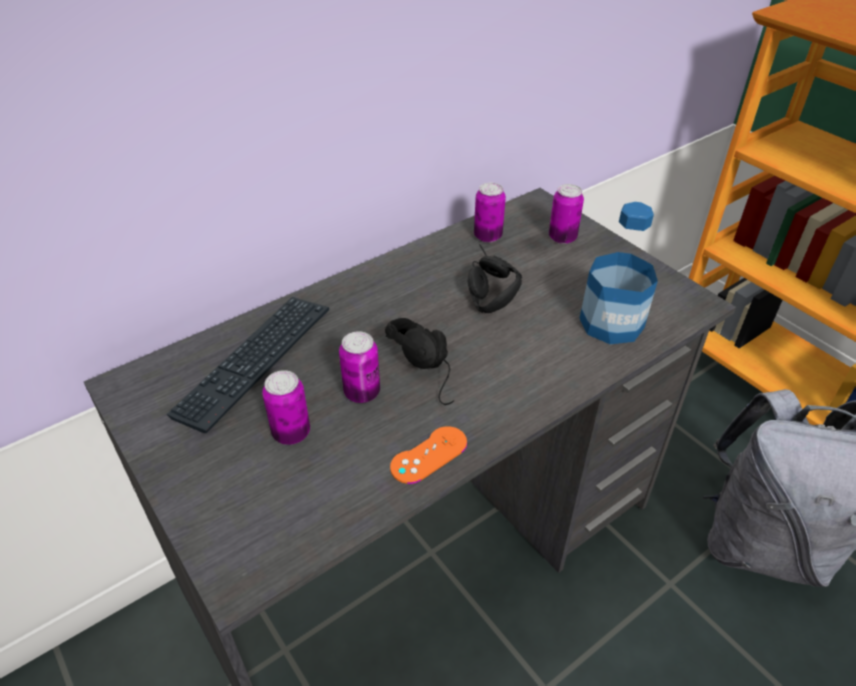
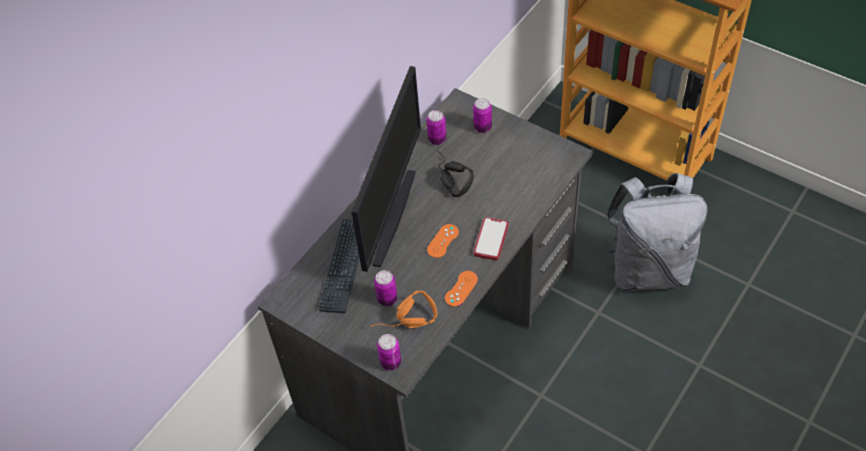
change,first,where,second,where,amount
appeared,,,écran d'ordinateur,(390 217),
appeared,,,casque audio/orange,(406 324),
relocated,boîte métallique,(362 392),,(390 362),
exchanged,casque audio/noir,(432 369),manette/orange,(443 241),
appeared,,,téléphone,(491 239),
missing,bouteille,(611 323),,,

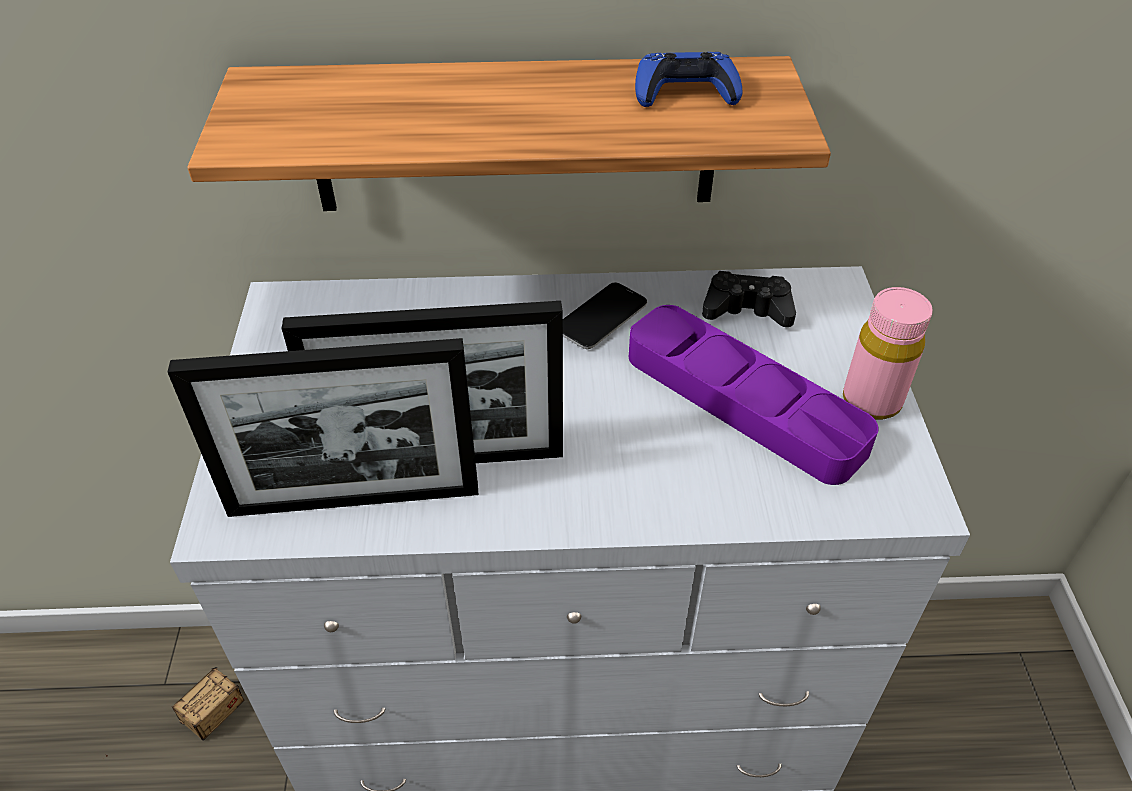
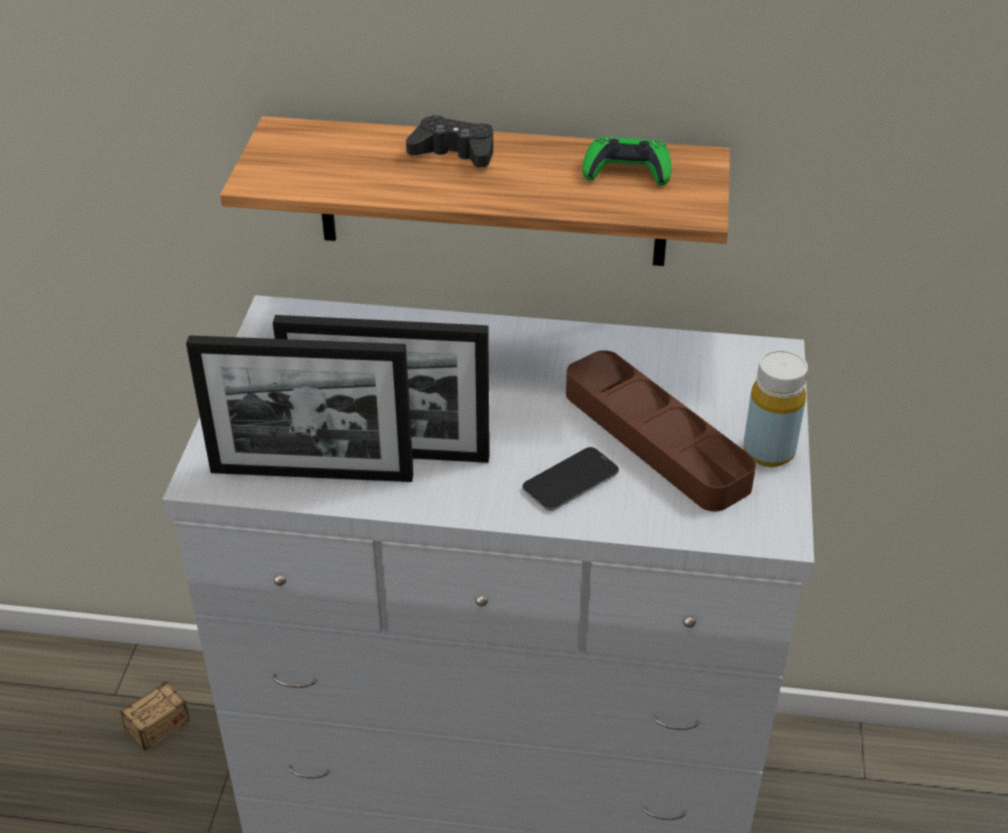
change,first,where,second,where,amount
relocated,manette/noir,(747 309),,(454 152),
relocated,téléphone,(601 317),,(570 481),
colour,plateau/violet,(743 401),plateau/marron,(655 438),
colour,manette/bleu,(685 92),manette/vert,(627 171),
colour,bouteille/rose,(871 401),bouteille/jaune,(768 451),

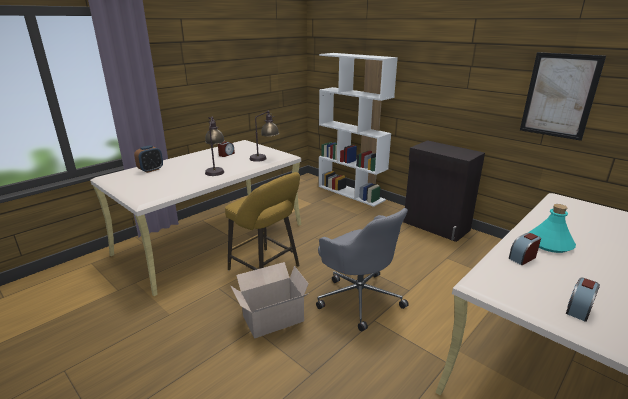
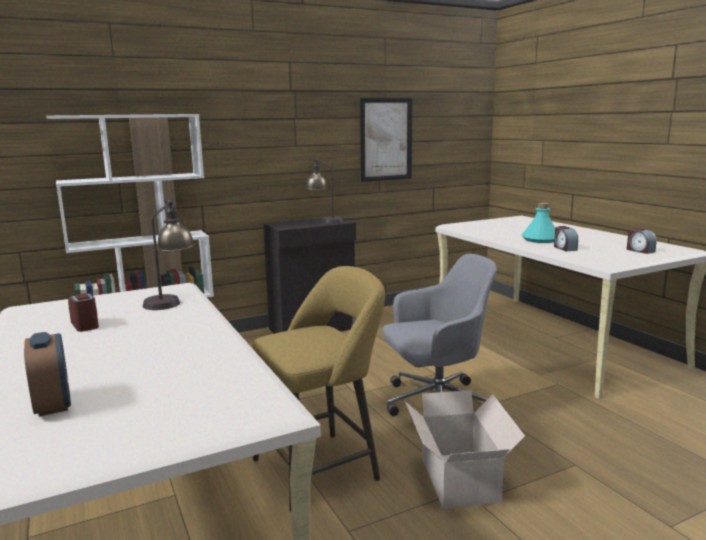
change,first,where,second,where,amount
relocated,lampe de table,(216 170),,(324 221),

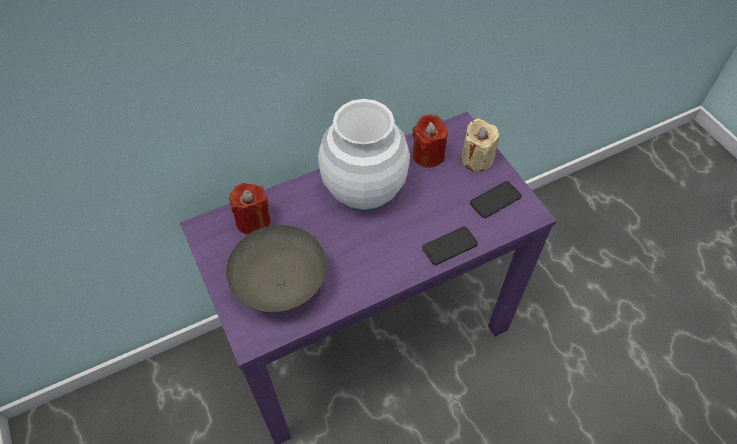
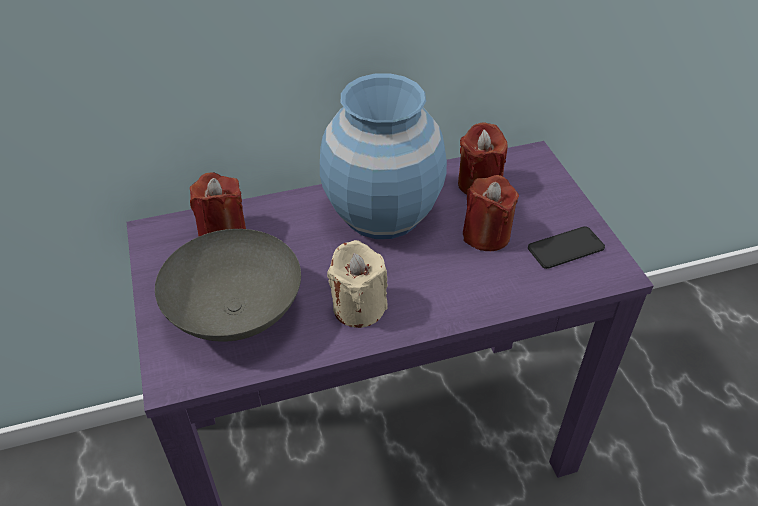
change,first,where,second,where,amount
colour,vase/blanc,(364 188),vase/bleu,(382 212),
relocated,bougie/beige,(477 159),,(358 307),
appeared,,,bougie/rouge,(486 235),
missing,téléphone,(449 246),,,

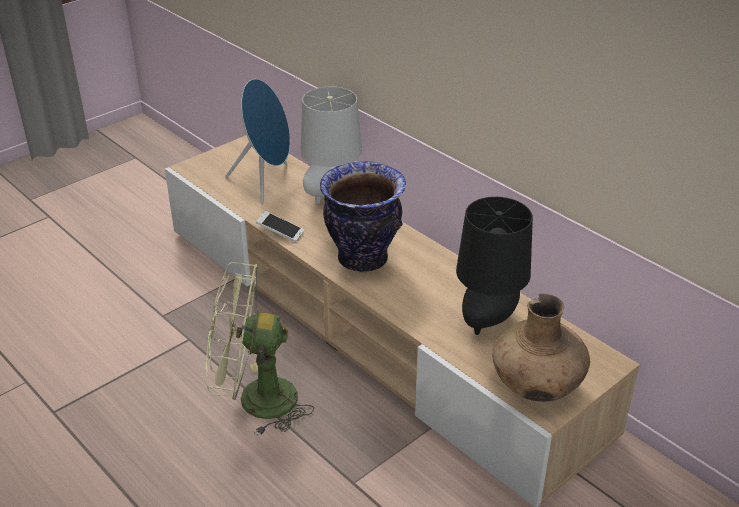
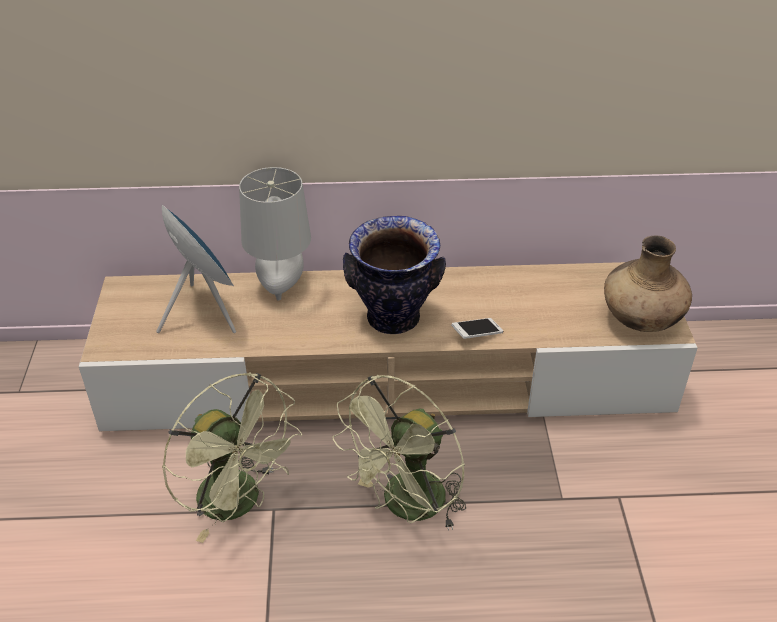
change,first,where,second,where,amount
appeared,,,ventilateur/vert,(240 503),
relocated,téléphone,(280 232),,(477 334),
missing,lampe de table/noir,(488 322),,,

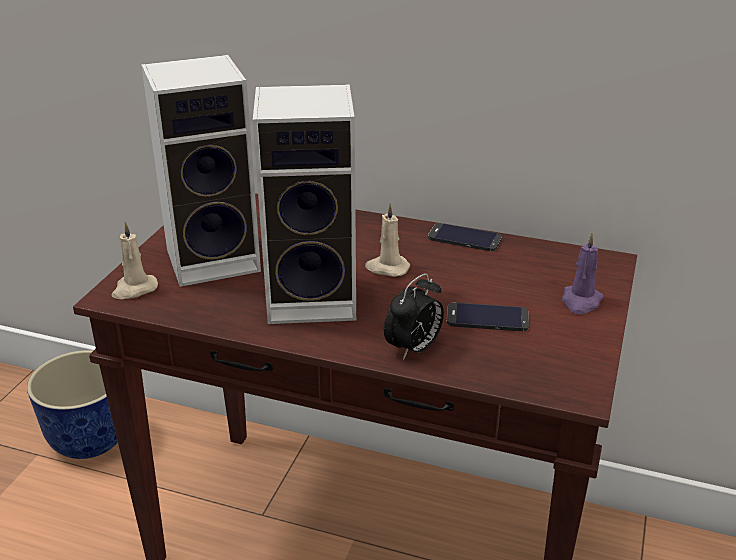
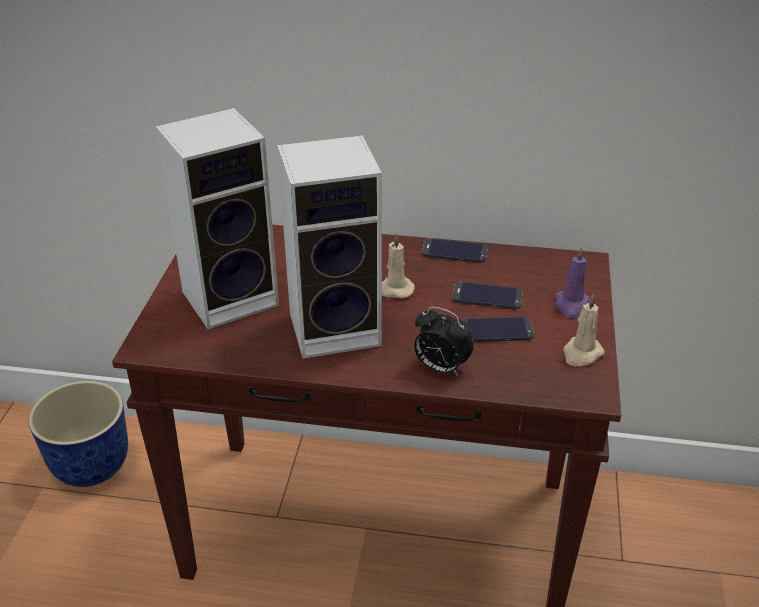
change,first,where,second,where,amount
spun,réveil,(413 349),,(440 368),90 degrees clockwise
appeared,,,téléphone,(487 296),
relocated,bougie/beige,(134 289),,(581 354),

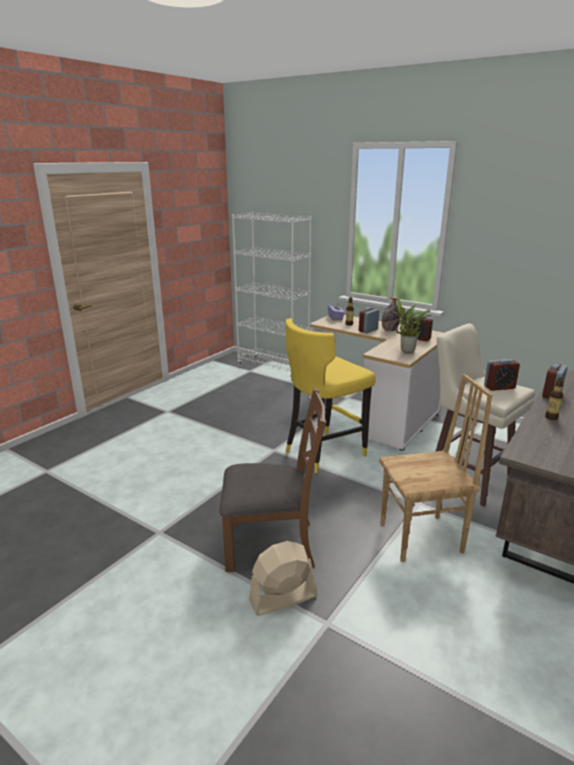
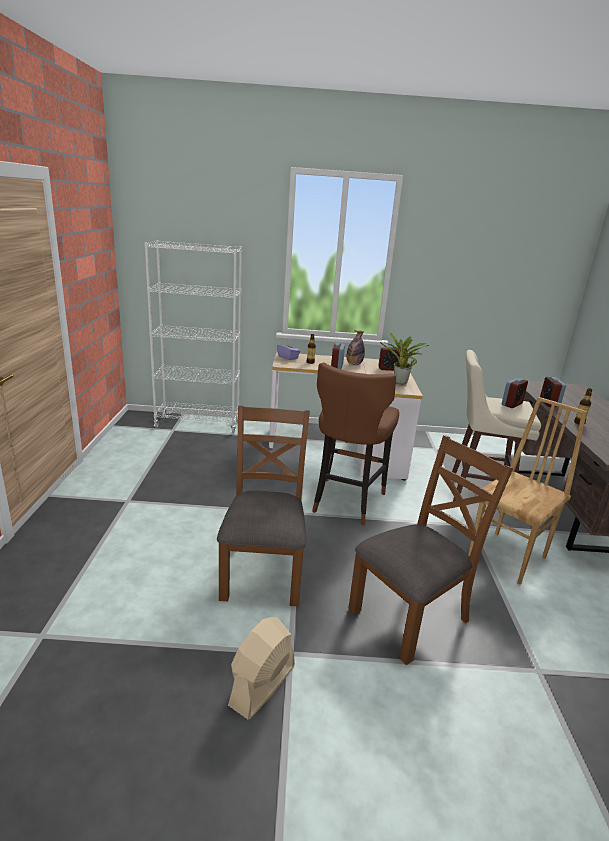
change,first,where,second,where,amount
appeared,,,chaise/marron,(263 571),
relocated,ventilateur/beige,(283 598),,(262 685),
colour,tabouret/jaune,(323 452),tabouret/marron,(346 501),

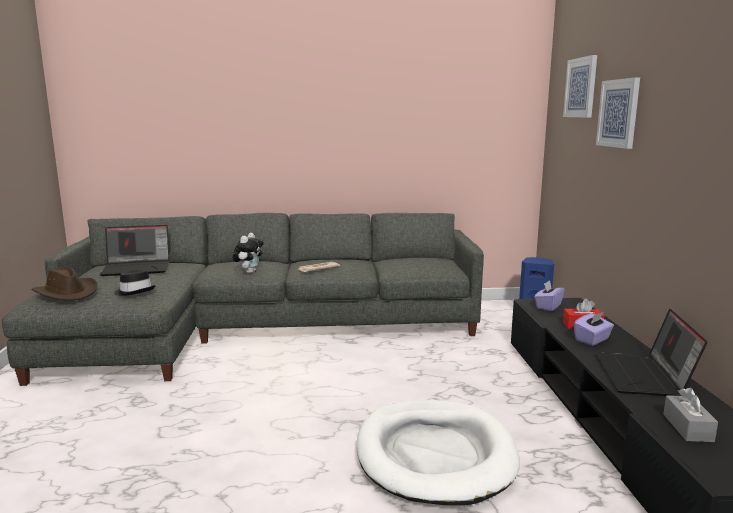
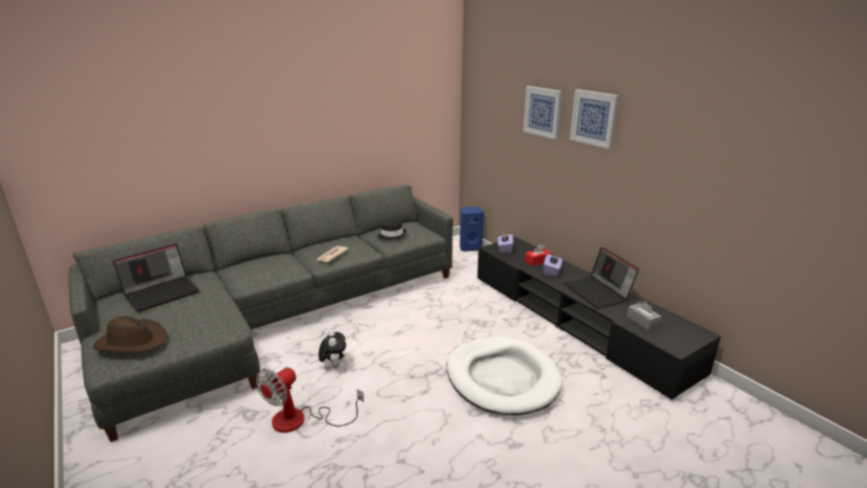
change,first,where,second,where,amount
appeared,,,ventilateur,(301 420),
relocated,peluche,(249 272),,(334 365),
relocated,chapeau/noir,(134 291),,(392 235),
relocated,tableau,(581 87),,(594 118),

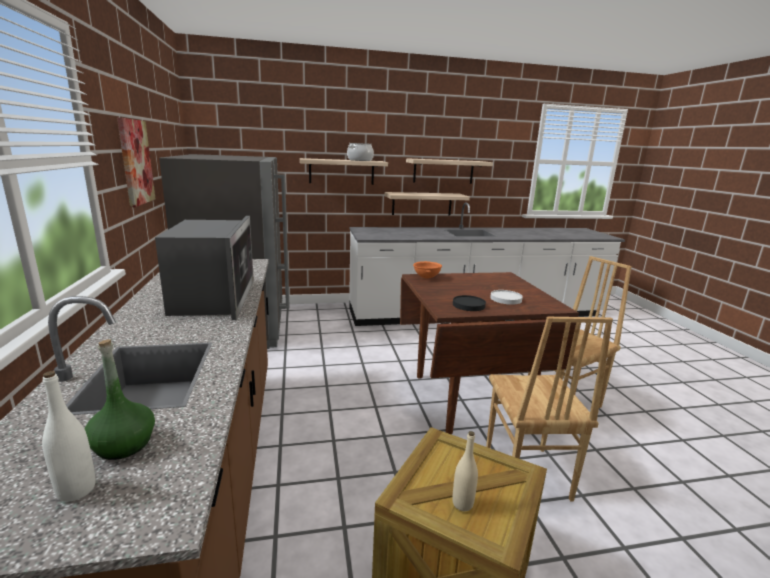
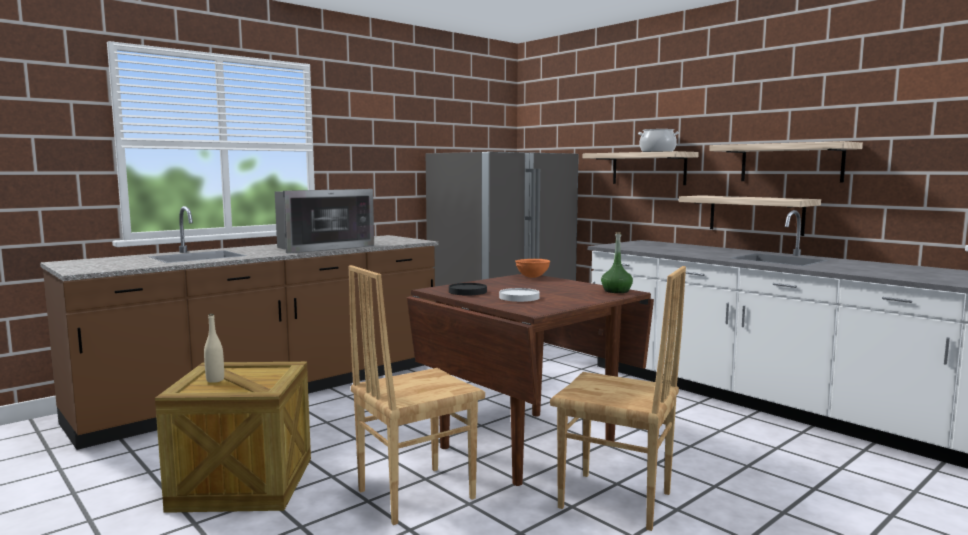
change,first,where,second,where,amount
relocated,bouteille/vert,(123 445),,(616 291),
missing,bouteille/blanc,(76 490),,,
missing,tableau,(135 162),,,

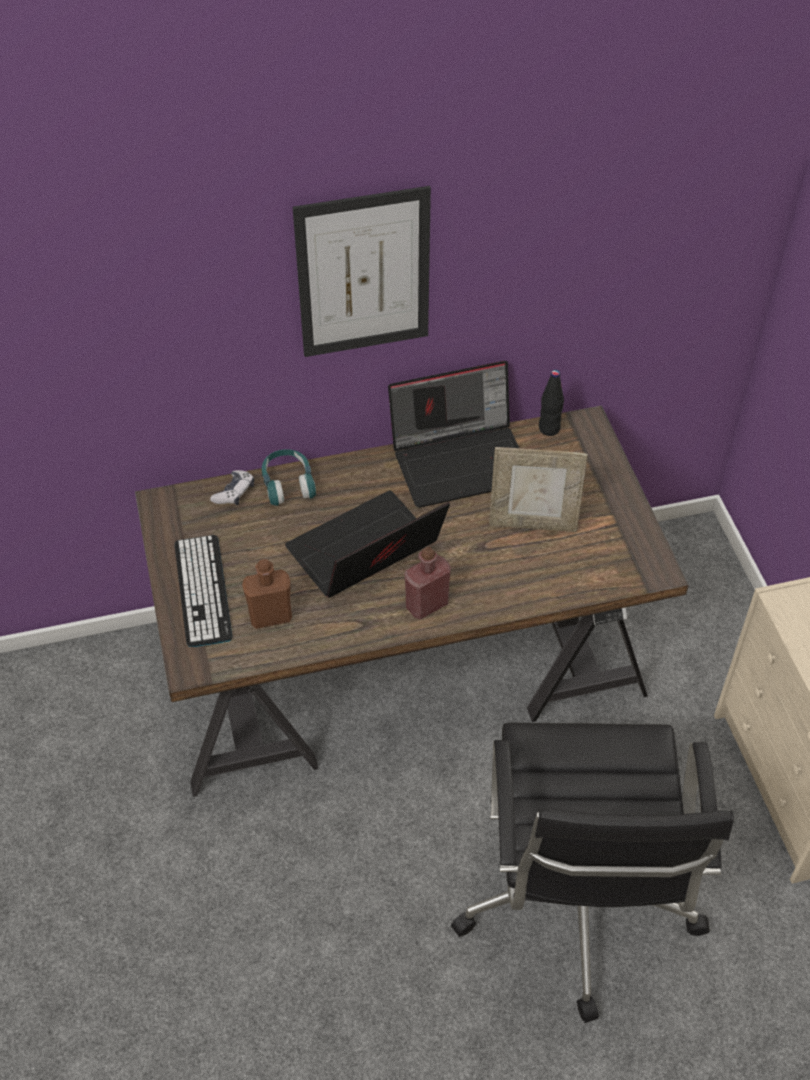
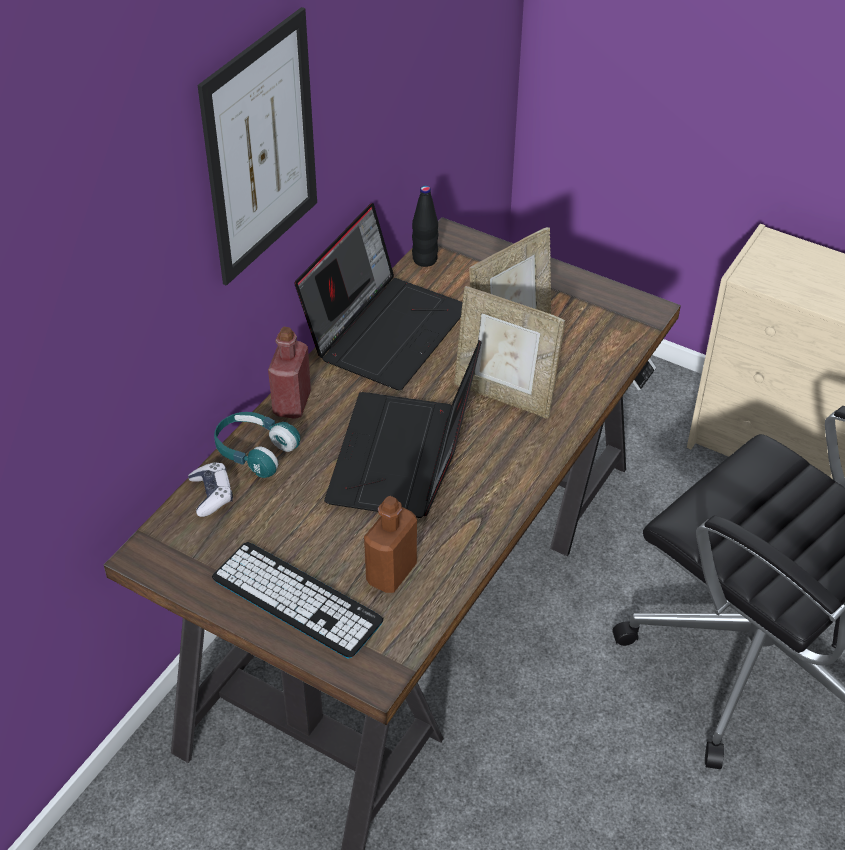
change,first,where,second,where,amount
relocated,bouteille/rouge,(426 605),,(292 403),
appeared,,,cadre photo,(504 396),

